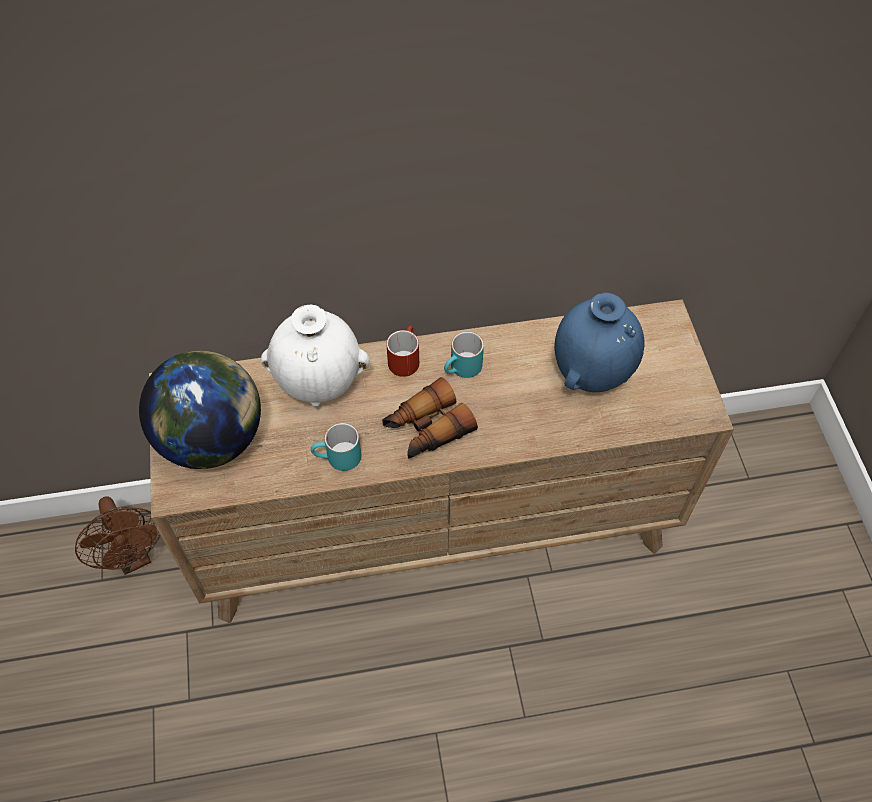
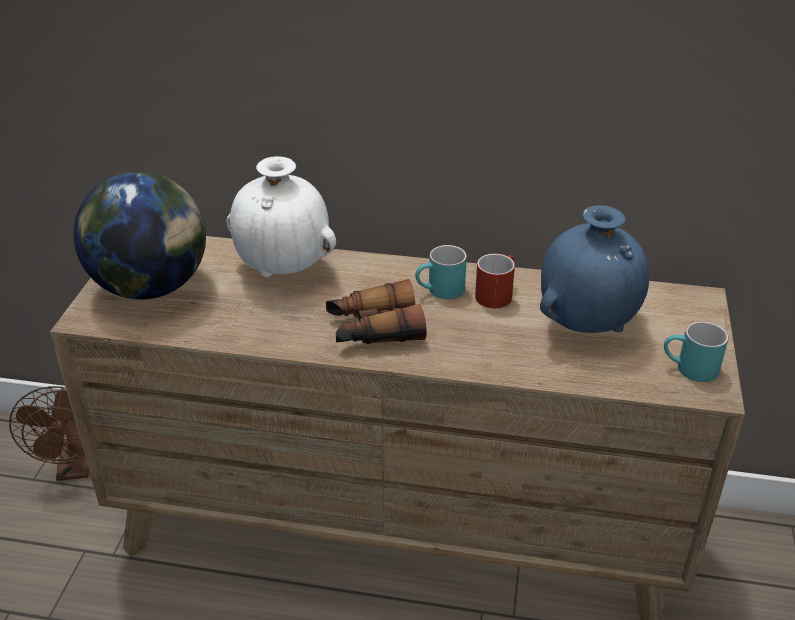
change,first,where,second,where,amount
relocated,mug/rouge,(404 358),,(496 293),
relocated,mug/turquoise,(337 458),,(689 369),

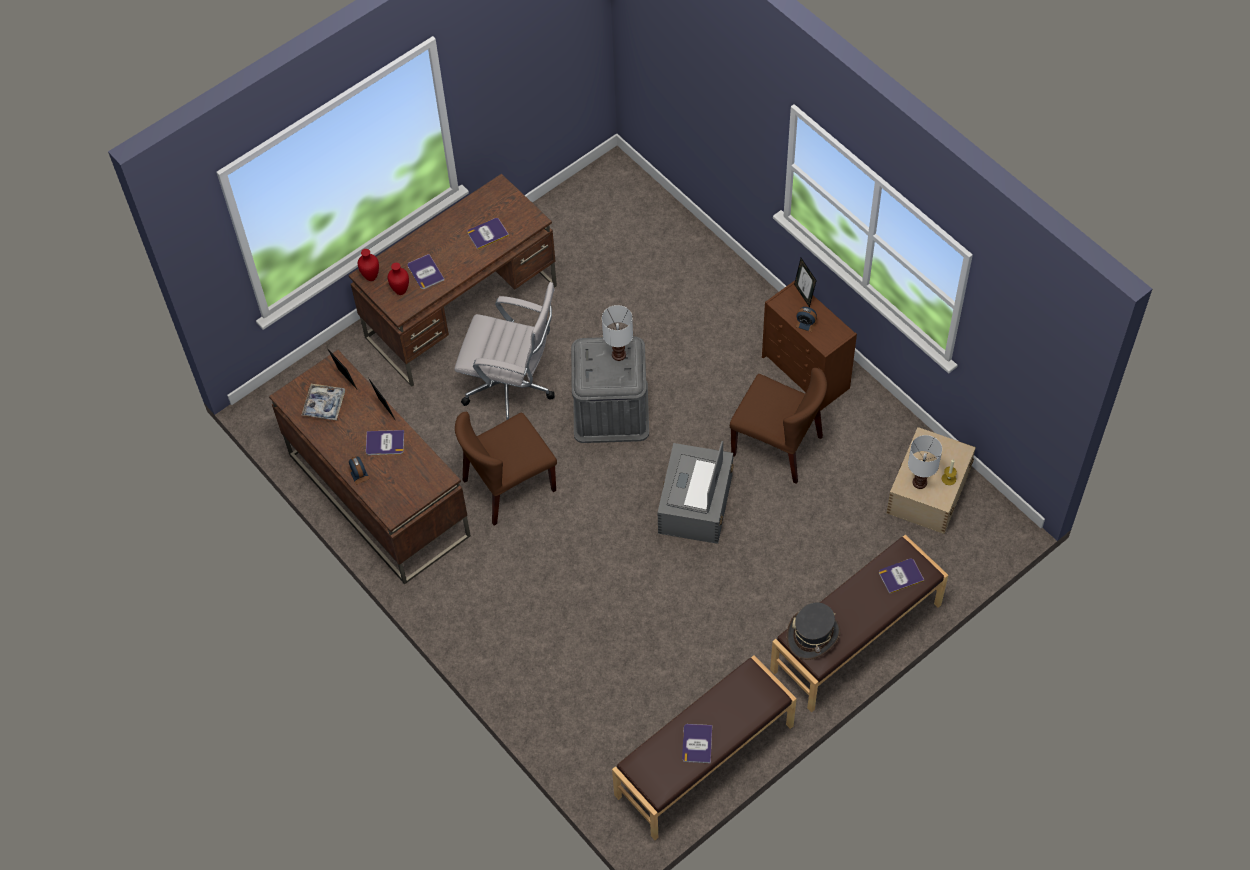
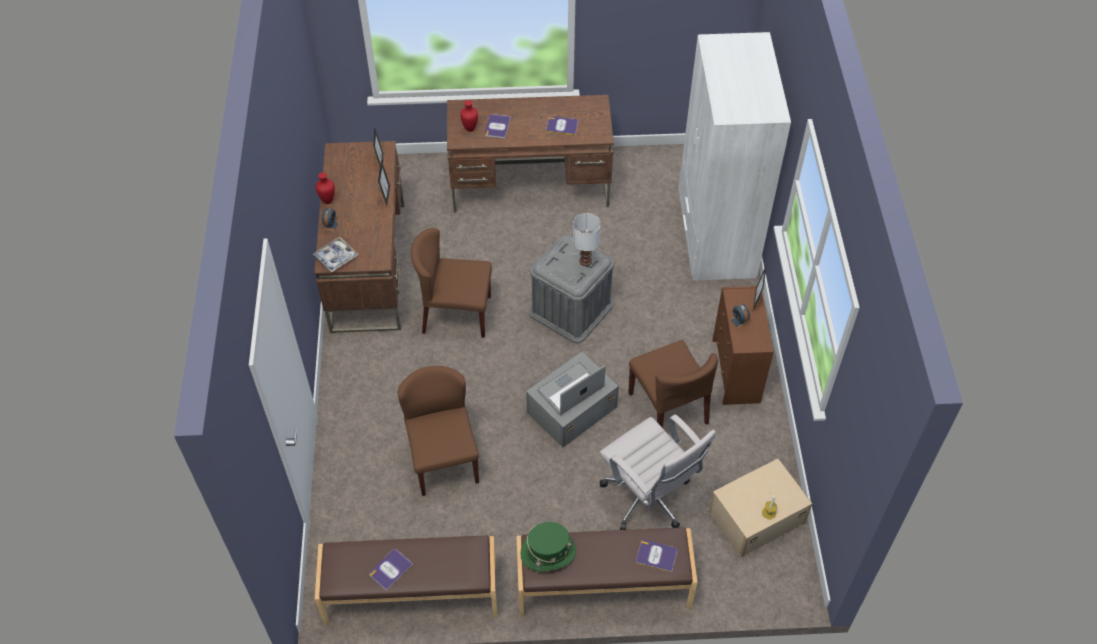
change,first,where,second,where,amount
relocated,plateau,(324 405),,(336 257),
relocated,vase/rouge,(371 277),,(328 201),
appeared,,,chaise/marron,(443 460),
colour,chapeau/gris,(813 636),chapeau/vert,(548 553),
relocated,chaise de bureau/blanc,(513 390),,(649 499),
appeared,,,armoire/blanc,(715 235),
missing,livre,(385 443),,,
missing,lampe de table/blanc,(920 482),,,

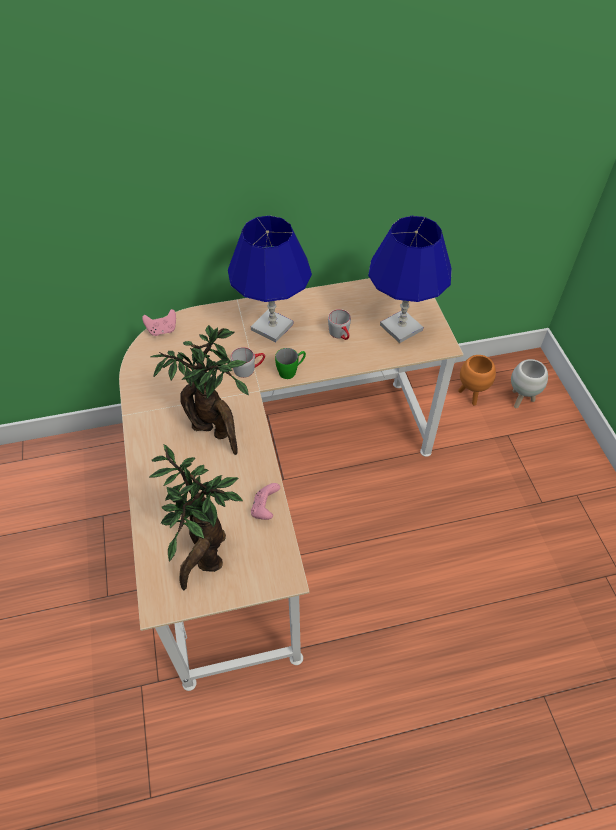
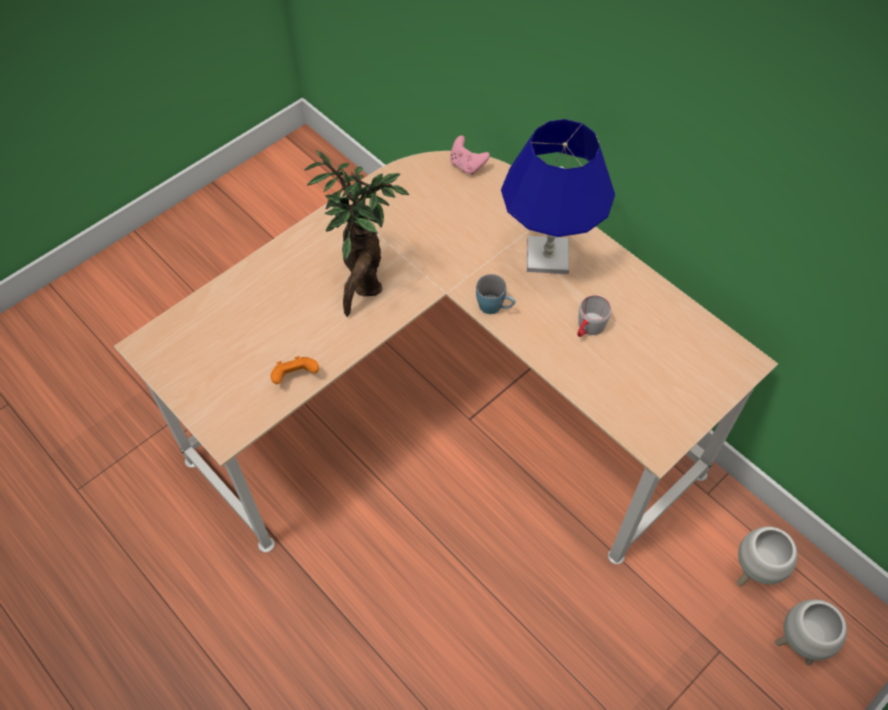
change,first,where,second,where,amount
colour,manette/rose,(265 508),manette/orange,(295 377),
colour,mug/vert,(291 371),mug/bleu,(495 307),
colour,cache-pot/orange,(471 395),cache-pot/blanc,(752 573),
missing,plante en pot,(207 556),,,
missing,mug/gris,(249 368),,,
missing,lampe de table/bleu,(401 327),,,

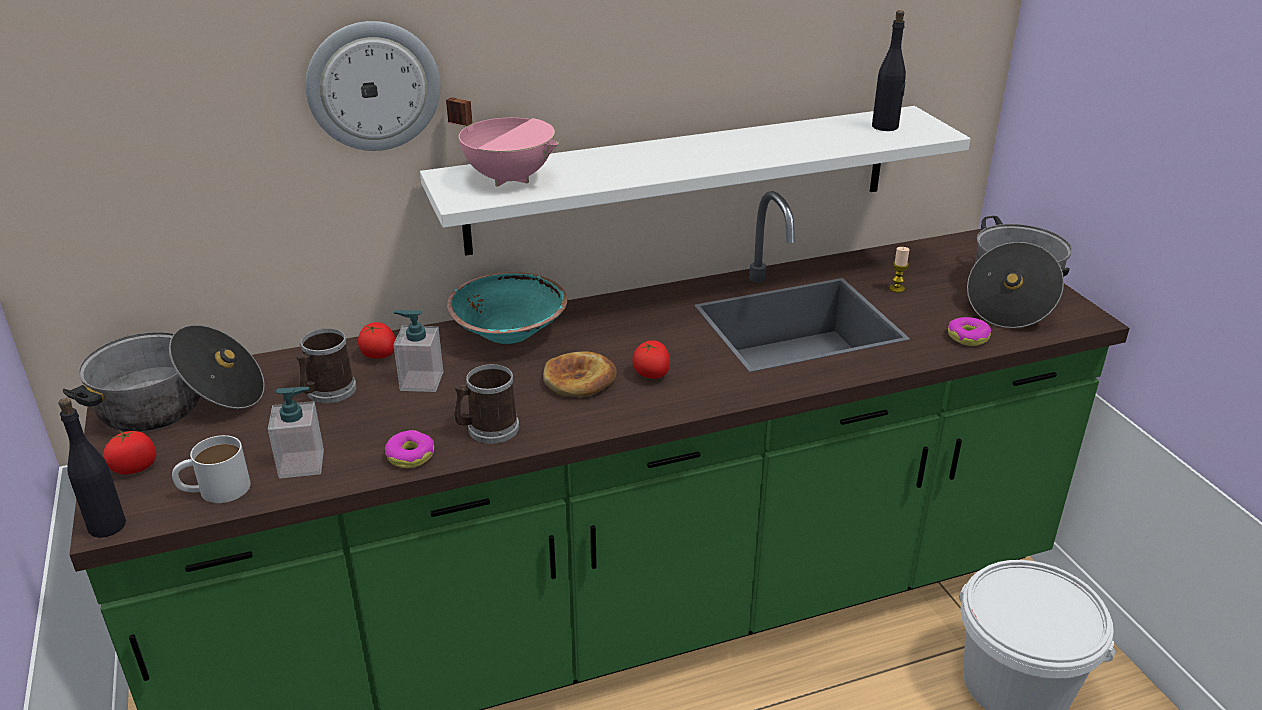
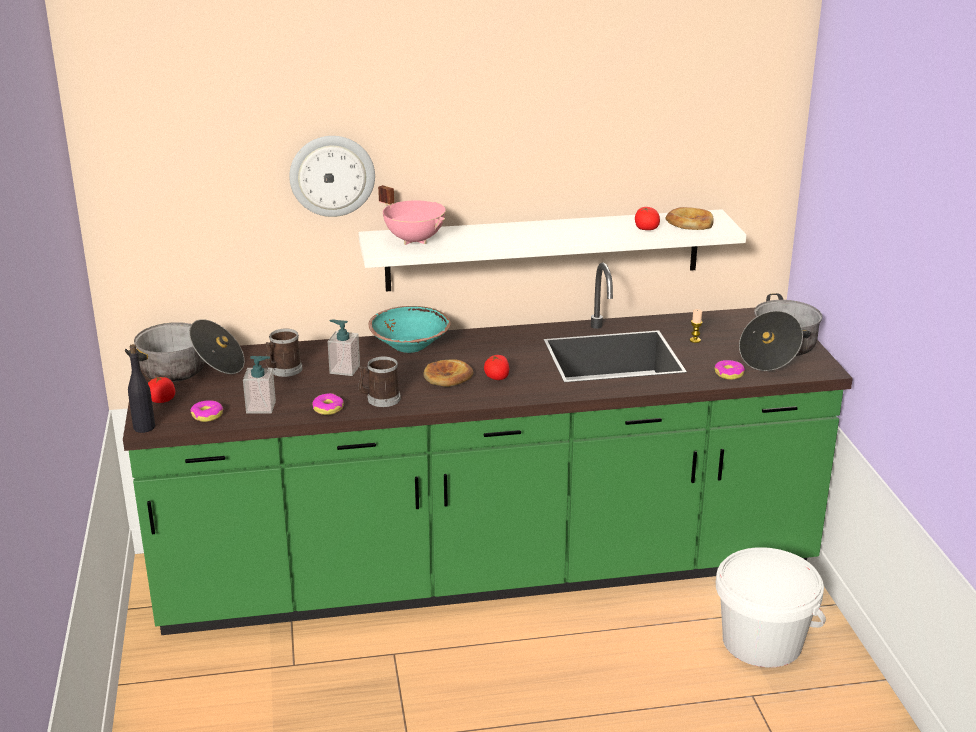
change,first,where,second,where,amount
exchanged,mug/blanc,(214 490),beignet,(207 415),
relocated,tomate,(379 355),,(646 229),
exchanged,bouteille/noir,(885 127),pain,(689 223),

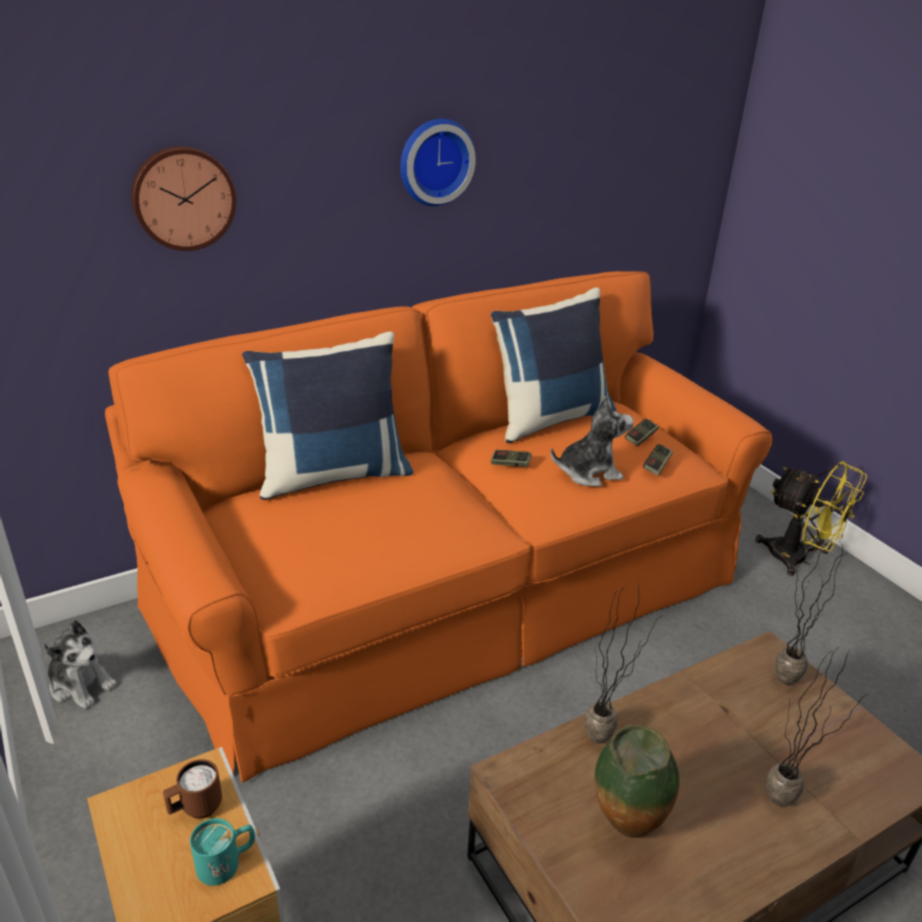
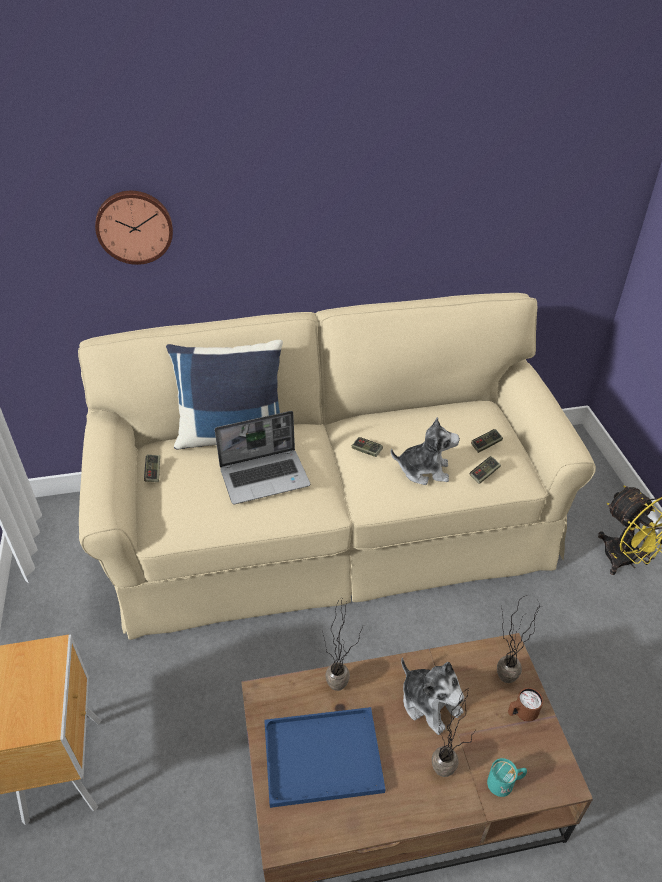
change,first,where,second,where,amount
colour,canapé/orange,(455 590),canapé/beige,(331 528),
appeared,,,manette,(153 472),
appeared,,,ordinateur portable,(265 477),
exchanged,vase,(625 830),plateau/bleu,(320 758),
relocated,peluche,(81 684),,(430 703),
relocated,mug/turquoise,(227 862),,(505 783),
relocated,mug/marron,(196 808),,(521 713),
missing,horloge murale,(434 161),,,
missing,coussin/bleu,(549 418),,,

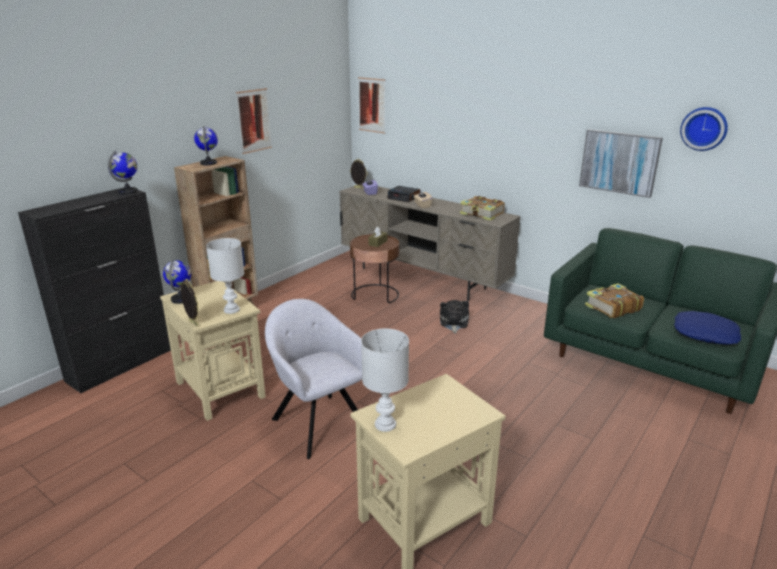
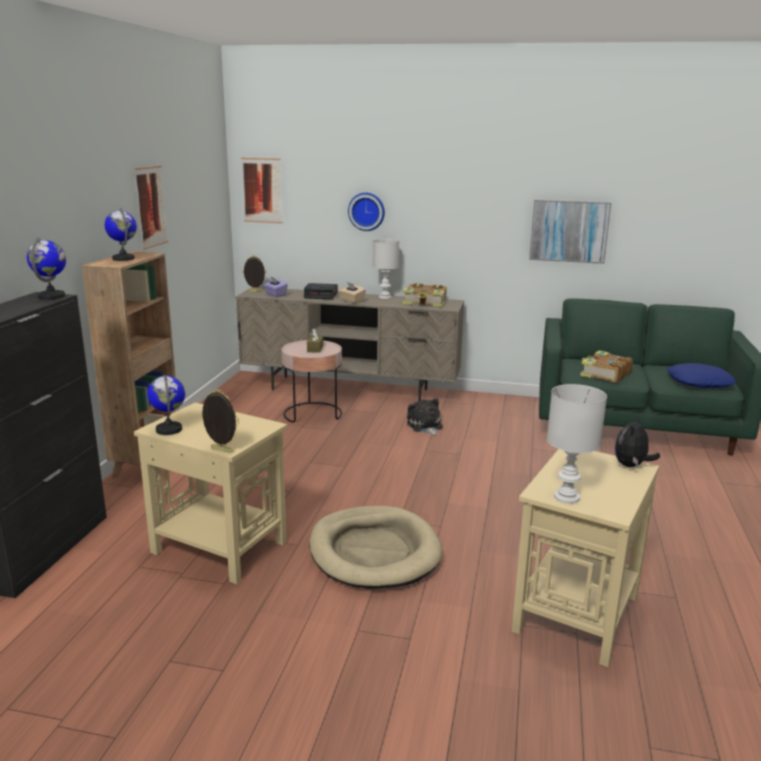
change,first,where,second,where,amount
colour,table d'appoint/marron,(375 295),table d'appoint/rose,(313 414),
exchanged,fauteuil/gris,(318 422),panier pour chien/beige,(374 551),
relocated,horloge murale,(704 128),,(367 211),
relocated,lampe de table/blanc,(231 310),,(384 297),
appeared,,,peluche,(631 466),

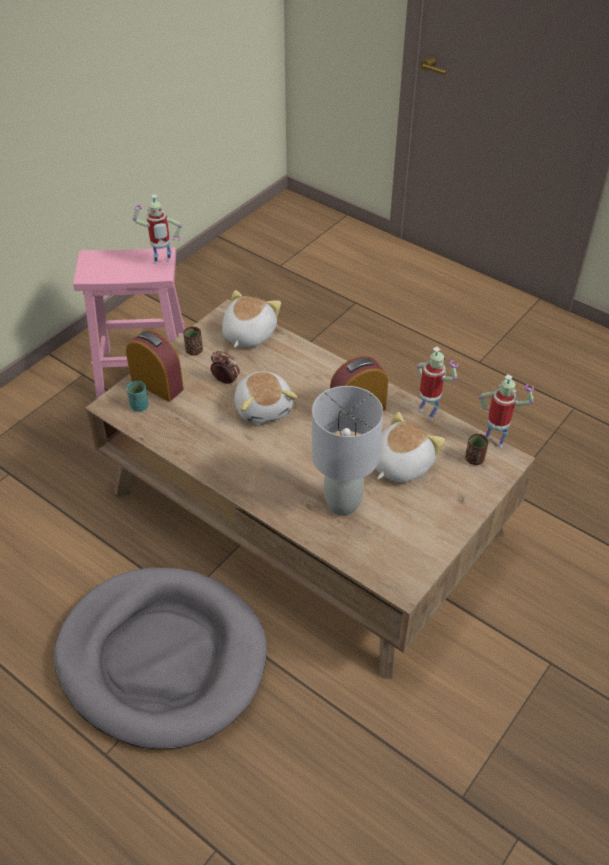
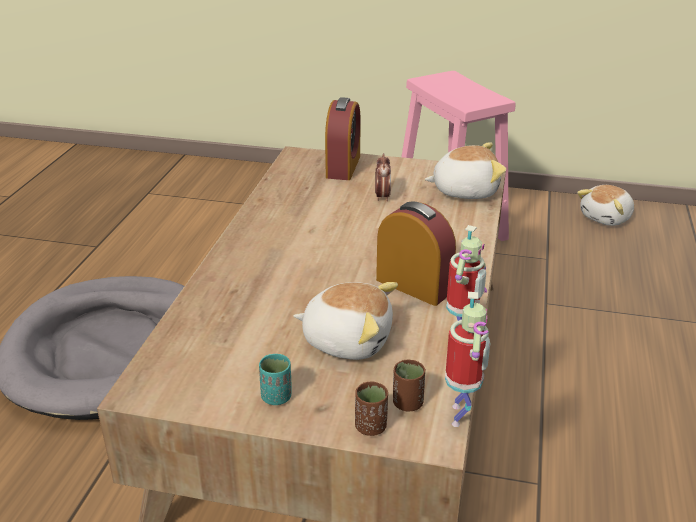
change,first,where,second,where,amount
relocated,tasse/turquoise,(139 406),,(276 397),
relocated,tasse/marron,(194 351),,(371 427),
relocated,peluche,(264 408),,(606 218),
missing,robot jouet,(162 263),,,
missing,lampe de table/gris,(343 503),,,

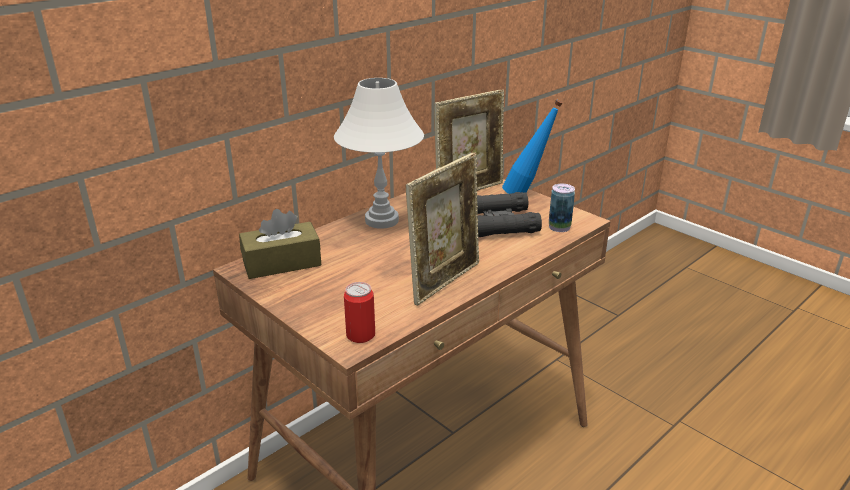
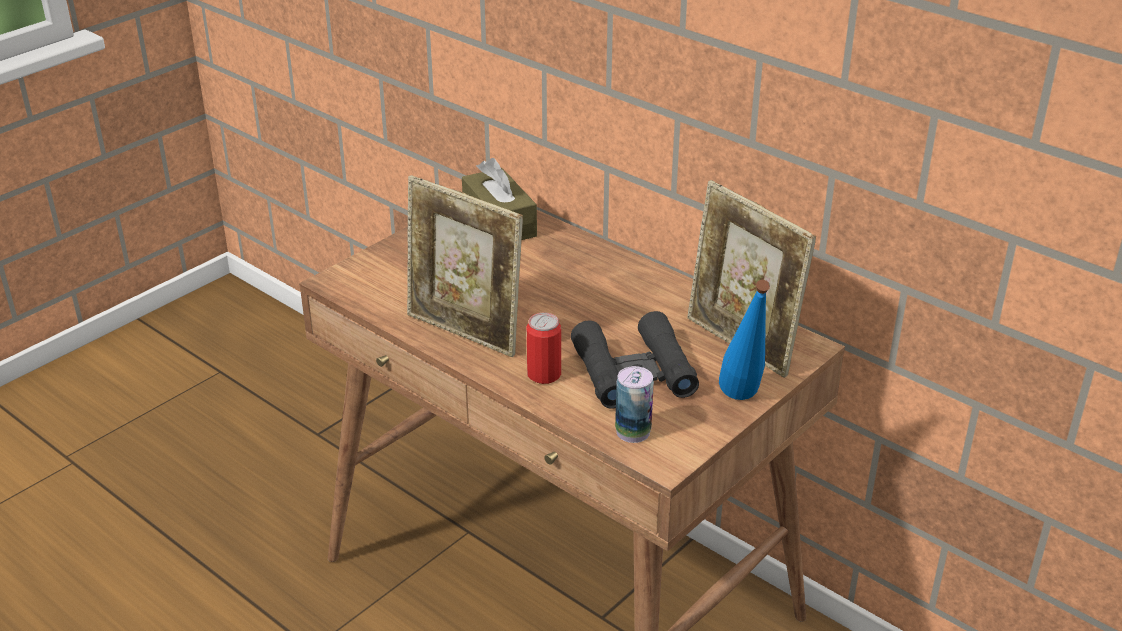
change,first,where,second,where,amount
relocated,boîte métallique,(360 335),,(544 374),
missing,lampe de table/blanc,(381 220),,,

